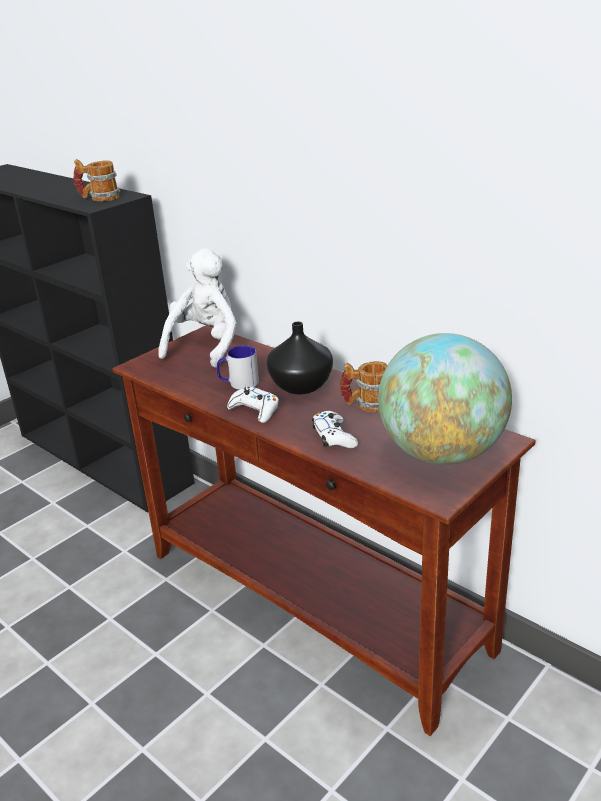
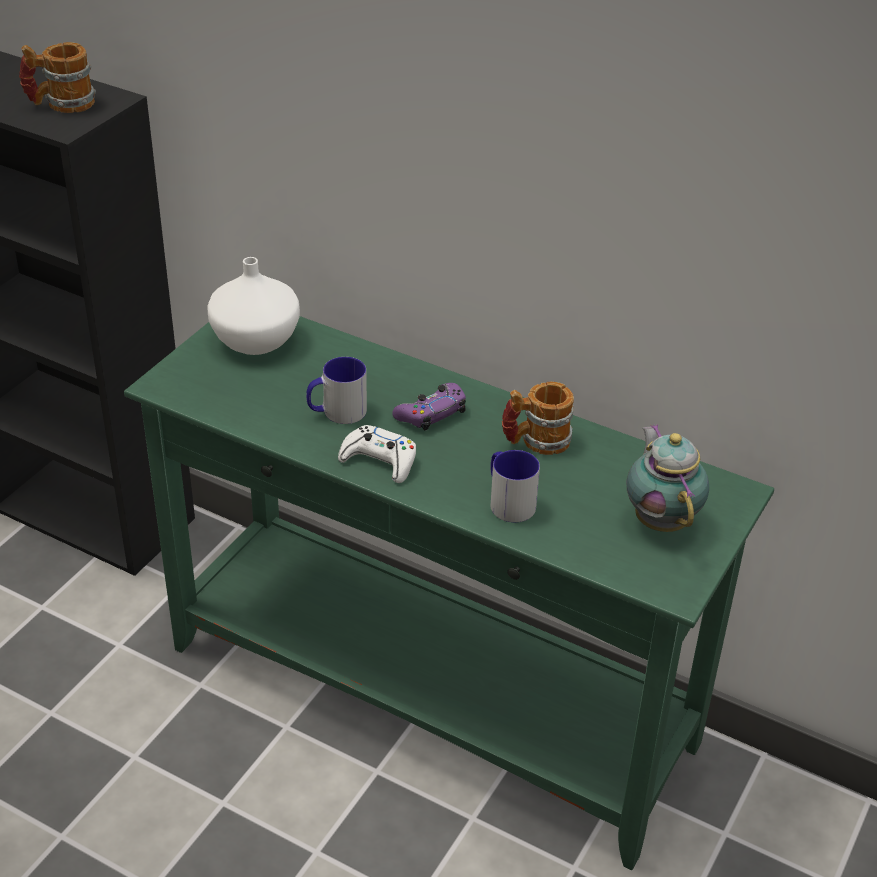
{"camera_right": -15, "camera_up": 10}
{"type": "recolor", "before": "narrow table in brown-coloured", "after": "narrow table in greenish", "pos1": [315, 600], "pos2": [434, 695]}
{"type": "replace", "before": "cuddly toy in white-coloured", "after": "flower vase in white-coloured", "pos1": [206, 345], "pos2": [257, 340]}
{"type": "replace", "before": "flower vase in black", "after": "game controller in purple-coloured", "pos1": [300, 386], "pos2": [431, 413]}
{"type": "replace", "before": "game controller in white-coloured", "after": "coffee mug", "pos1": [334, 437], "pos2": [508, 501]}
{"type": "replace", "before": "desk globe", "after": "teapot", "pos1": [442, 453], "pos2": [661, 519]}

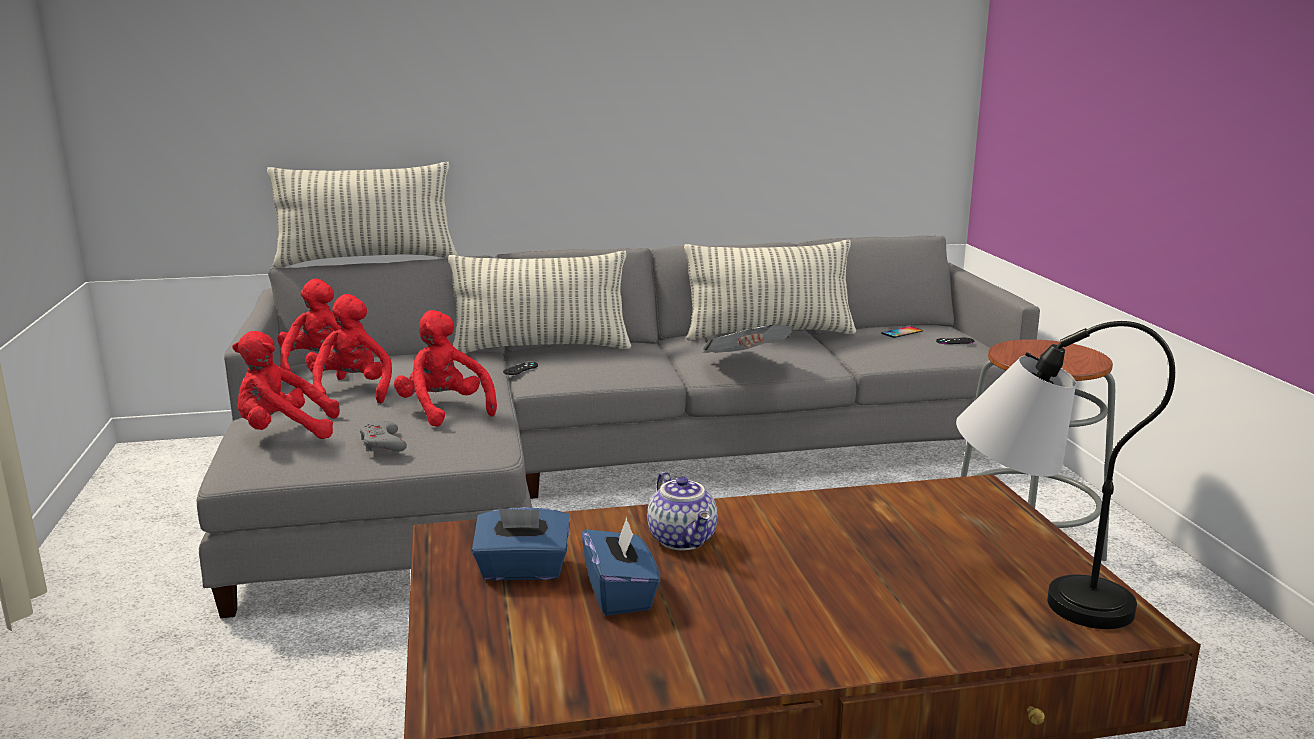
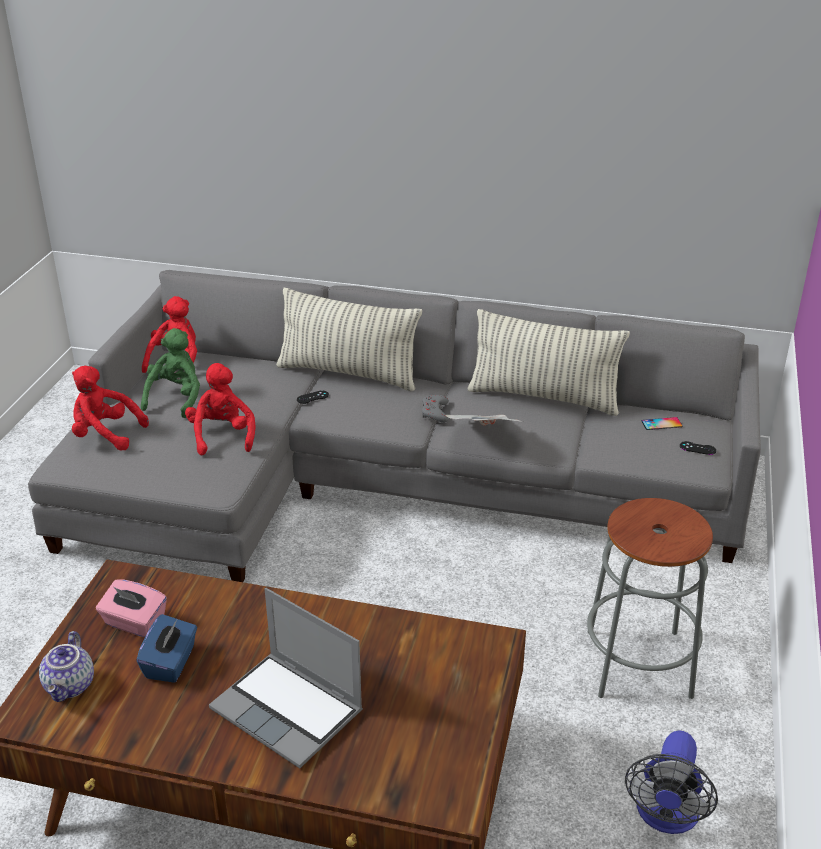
{"camera_right": 25, "camera_up": 15}
{"type": "delete", "before": "throw pillow", "pos1": [367, 260]}
{"type": "recolor", "before": "cuddly toy in red", "after": "cuddly toy in greenish", "pos1": [351, 391], "pos2": [176, 398]}
{"type": "move", "before": "game controller in grey", "pos1": [382, 443], "pos2": [435, 412]}
{"type": "recolor", "before": "tissue box in bluish", "after": "tissue box in pink-coloured", "pos1": [523, 570], "pos2": [134, 623]}
{"type": "move", "before": "teapot", "pos1": [684, 540], "pos2": [71, 686]}
{"type": "delete", "before": "lamp for a table", "pos1": [1031, 592]}
{"type": "insert", "after": "portable computer", "pos2": [289, 710]}
{"type": "insert", "after": "cooling fan", "pos2": [666, 816]}

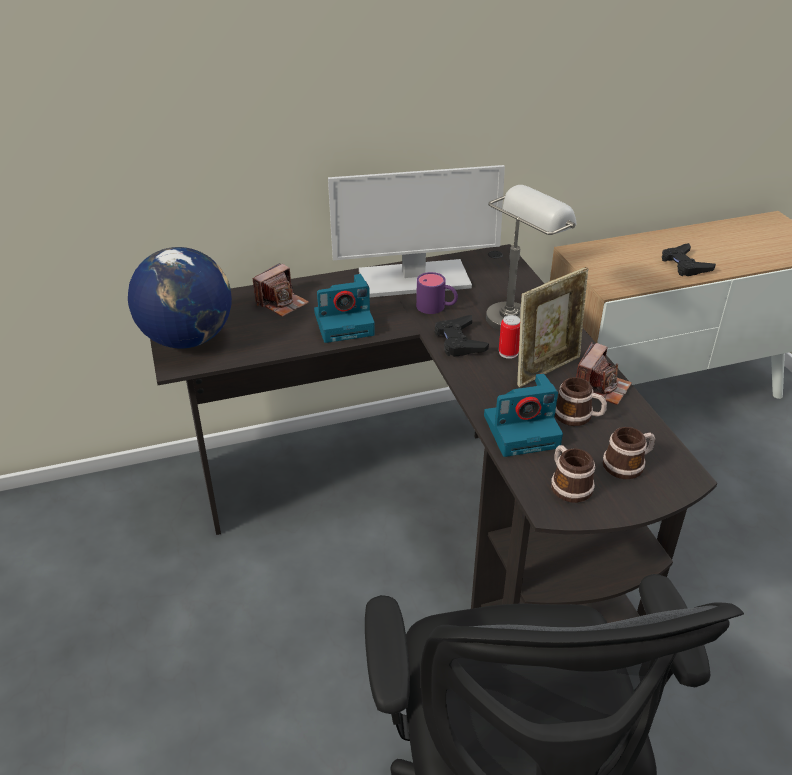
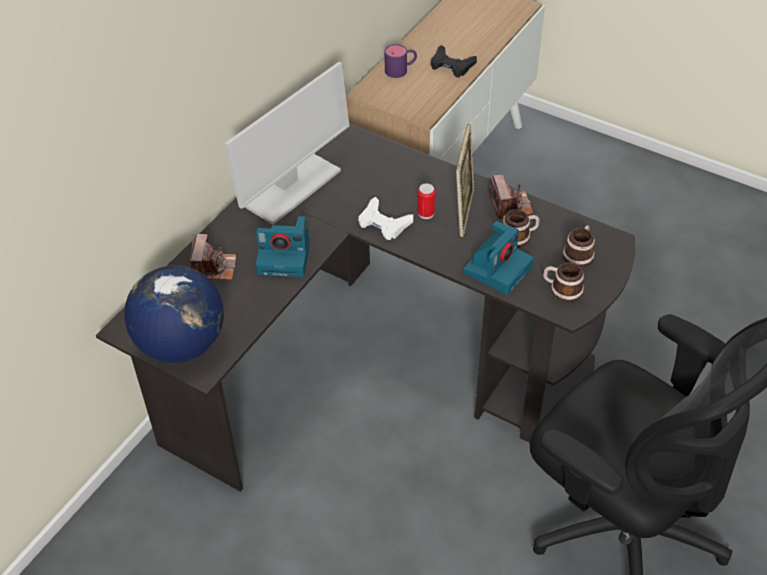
{"camera_right": -40, "camera_up": 10}
{"type": "rotate", "before": "still camera", "pos1": [345, 323], "pos2": [285, 256], "turn": 60}
{"type": "move", "before": "coffee mug in purple-coloured", "pos1": [436, 307], "pos2": [401, 69]}
{"type": "recolor", "before": "game controller in black", "after": "game controller in white-coloured", "pos1": [459, 341], "pos2": [383, 223]}
{"type": "delete", "before": "lamp for a table in grey", "pos1": [518, 313]}

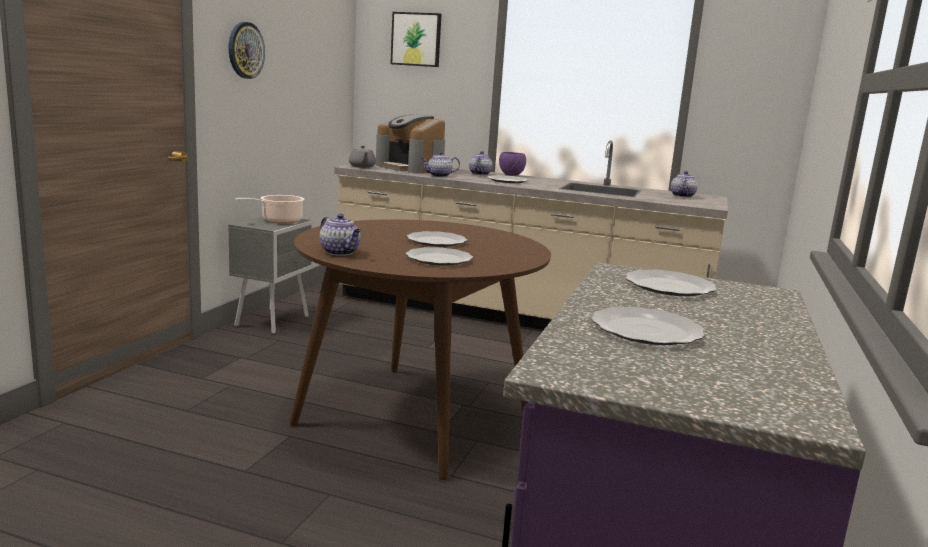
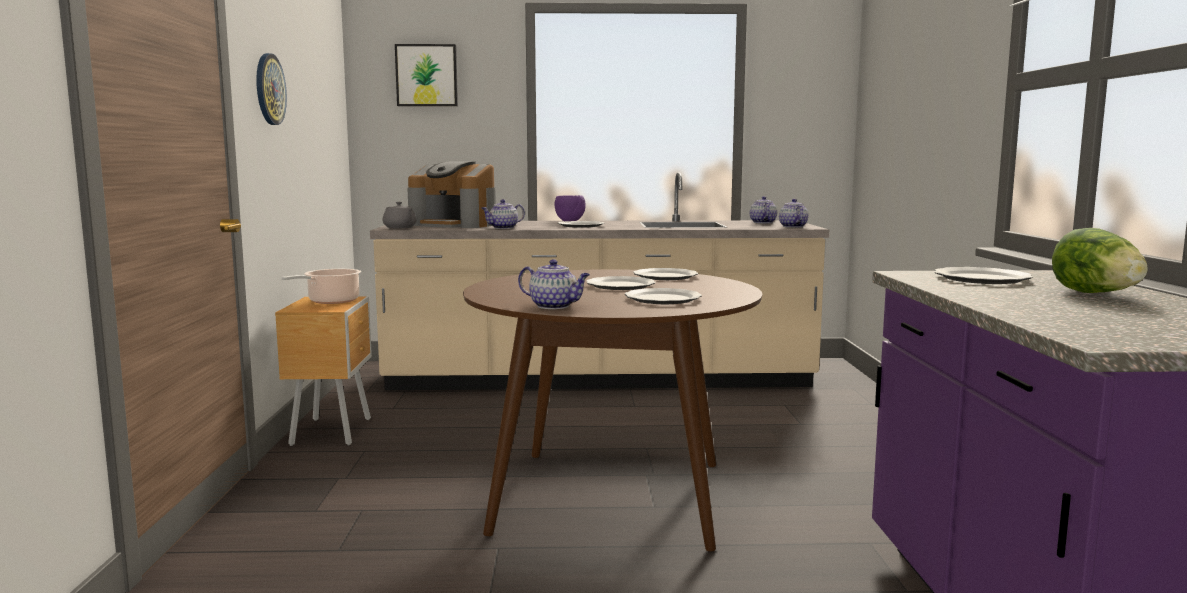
{"camera_right": -20, "camera_up": -5}
{"type": "recolor", "before": "night table in grey", "after": "night table in brown-coloured", "pos1": [274, 321], "pos2": [333, 431]}
{"type": "move", "before": "teapot", "pos1": [479, 174], "pos2": [792, 227]}
{"type": "move", "before": "plate", "pos1": [646, 331], "pos2": [665, 277]}
{"type": "insert", "after": "lettuce", "pos2": [1097, 294]}

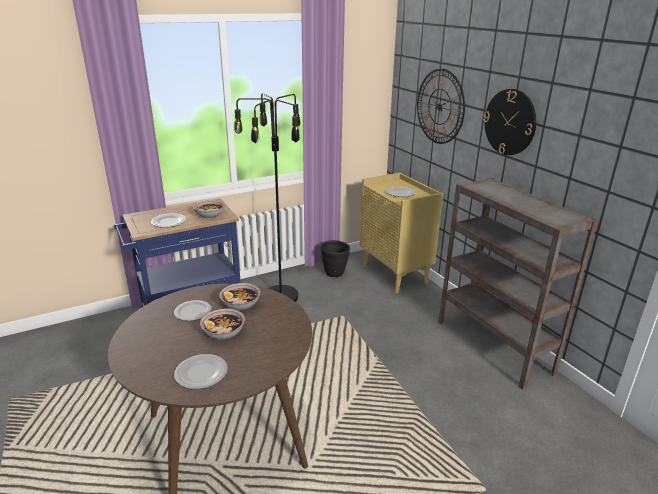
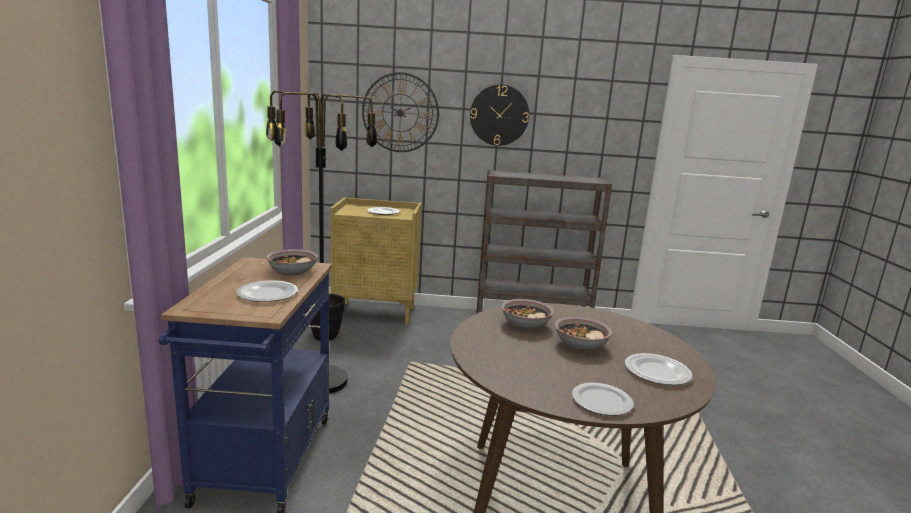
{"camera_right": -60, "camera_up": -10}
{"type": "move", "before": "plate", "pos1": [192, 312], "pos2": [602, 402]}

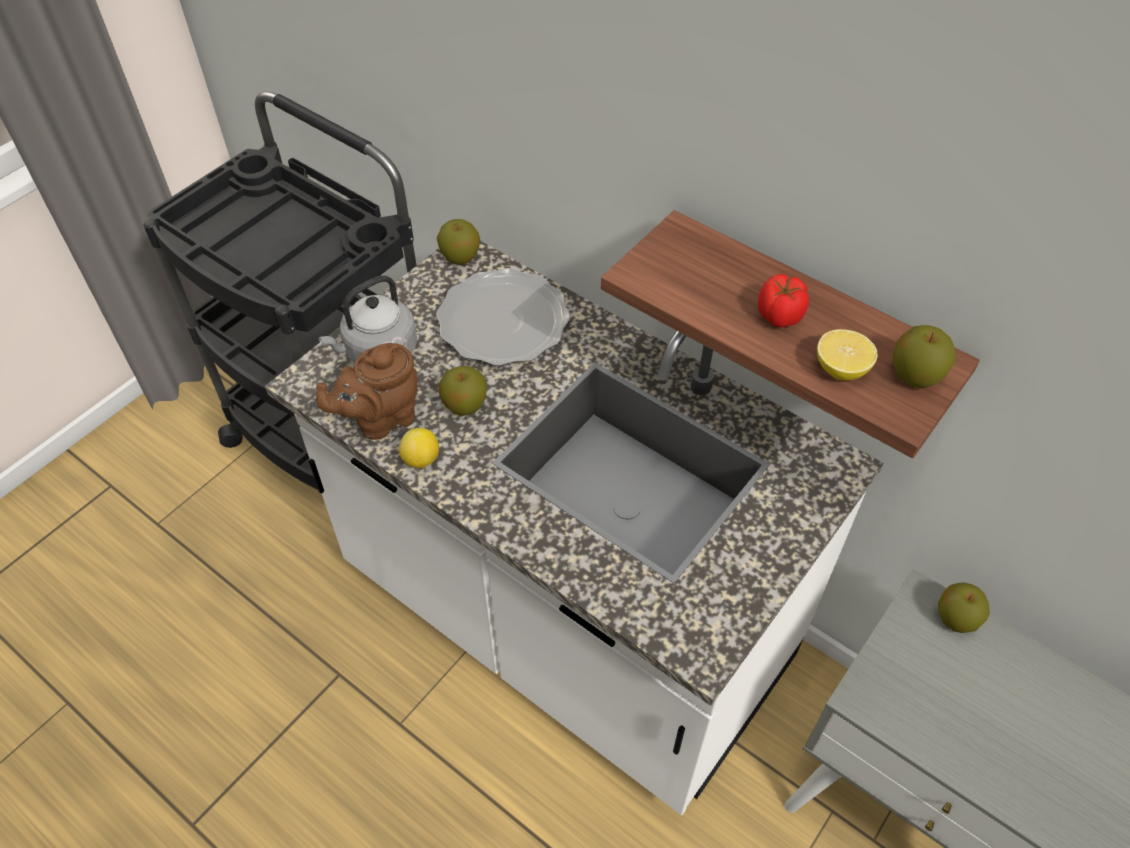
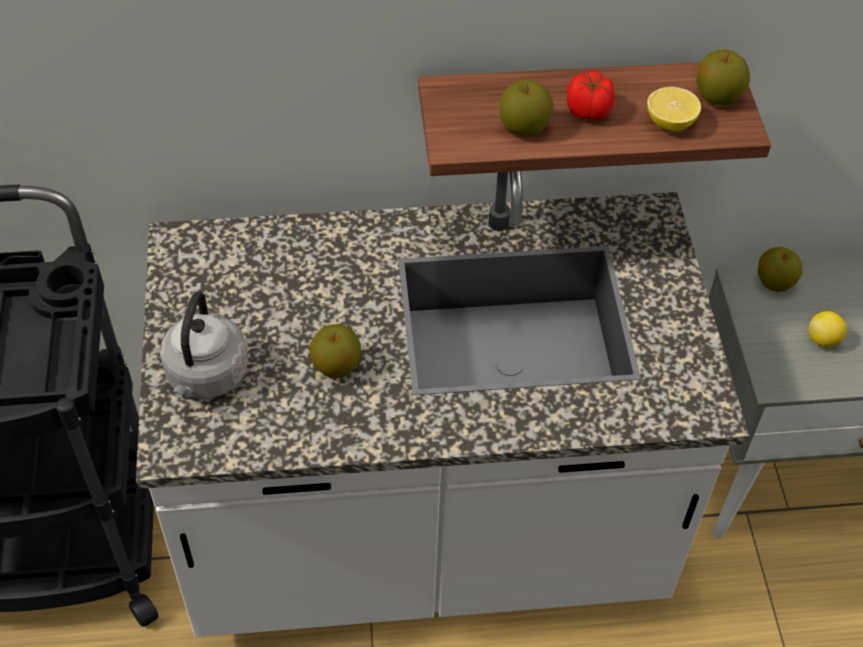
{"camera_right": -45, "camera_up": 0}
{"type": "delete", "before": "teapot in brown-coloured", "pos1": [380, 419]}
{"type": "move", "before": "lemon", "pos1": [421, 460], "pos2": [823, 340]}
{"type": "delete", "before": "plate", "pos1": [504, 322]}
{"type": "move", "before": "apple", "pos1": [460, 257], "pos2": [523, 128]}

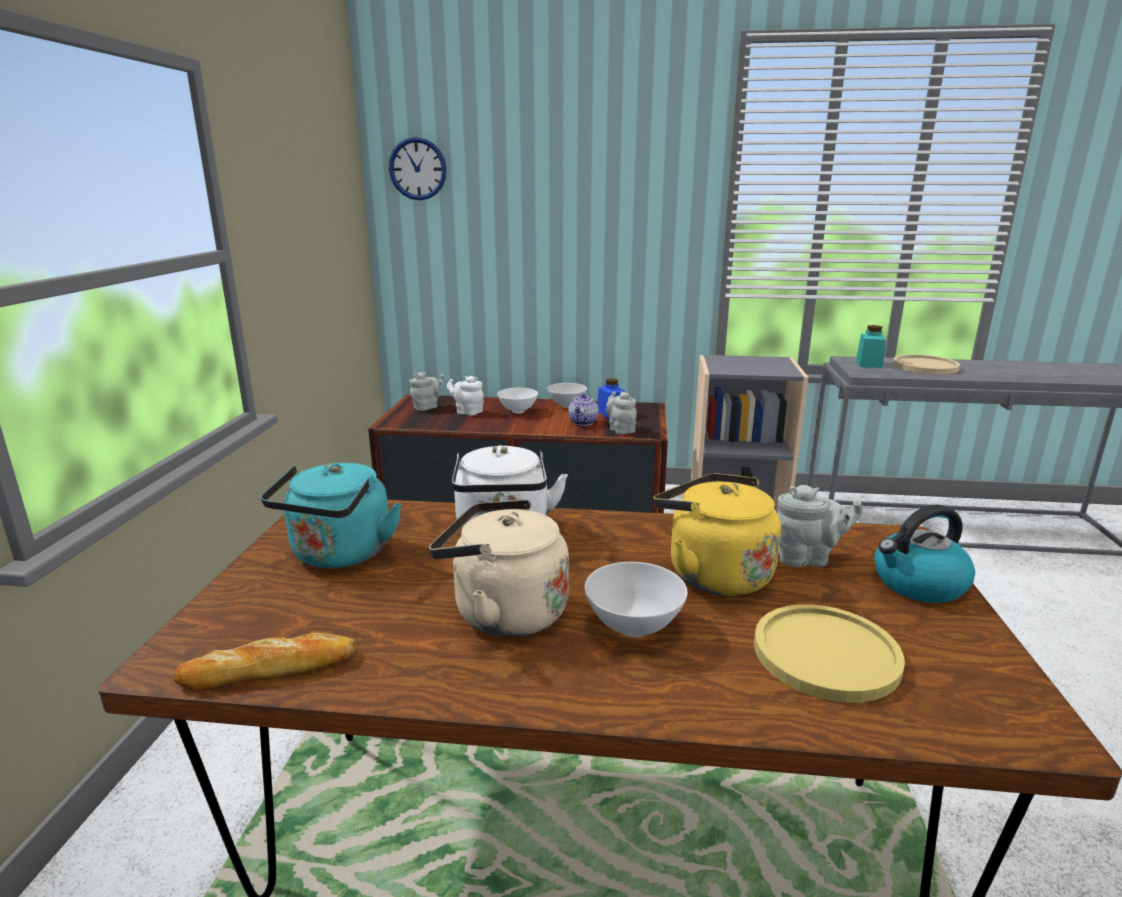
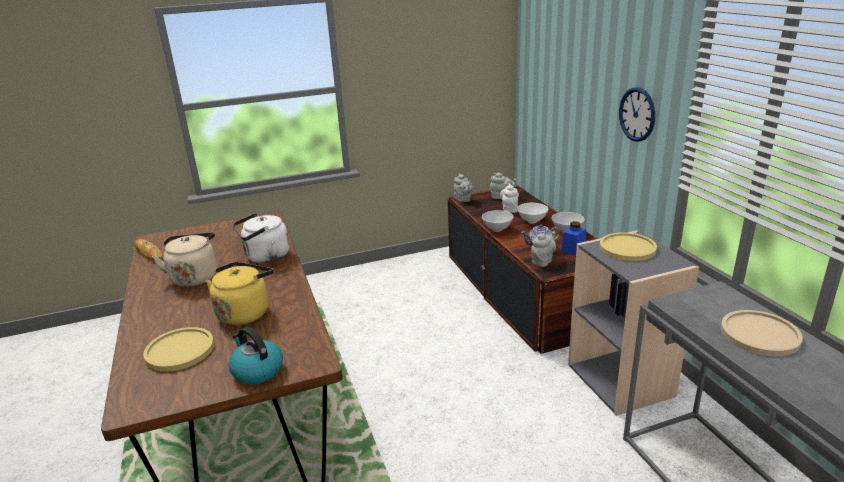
{"camera_right": 65, "camera_up": 5}
{"type": "delete", "before": "tea kettle in turquoise", "pos1": [339, 555]}
{"type": "move", "before": "clock on the wall", "pos1": [417, 169], "pos2": [637, 114]}
{"type": "move", "before": "bowl in white-coloured", "pos1": [634, 628], "pos2": [497, 229]}
{"type": "move", "before": "teapot in grey", "pos1": [807, 558], "pos2": [463, 200]}
{"type": "delete", "before": "storage jar in turquoise", "pos1": [869, 364]}
{"type": "insert", "after": "plate in yellowish", "pos2": [627, 248]}

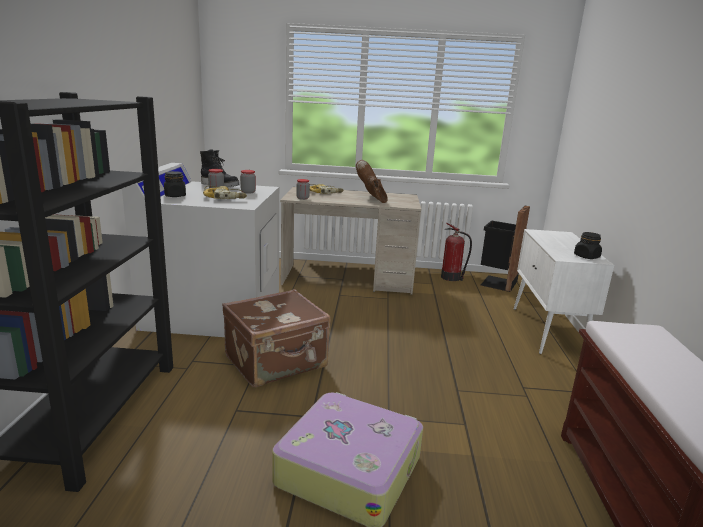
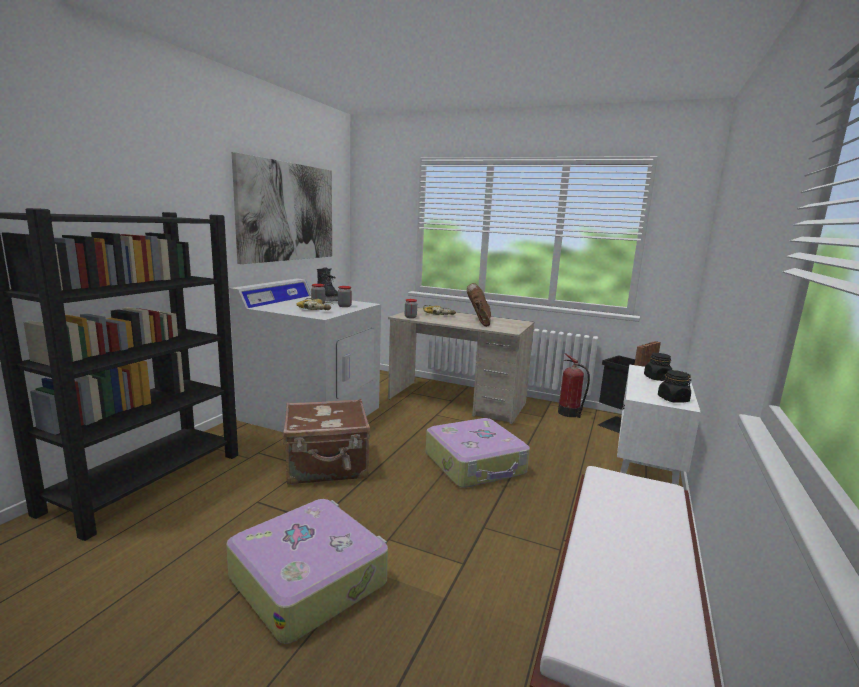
{"camera_right": 20, "camera_up": -5}
{"type": "move", "before": "storage jar in black", "pos1": [175, 196], "pos2": [657, 378]}
{"type": "insert", "after": "picture", "pos2": [287, 212]}
{"type": "insert", "after": "piece of luggage", "pos2": [476, 464]}

